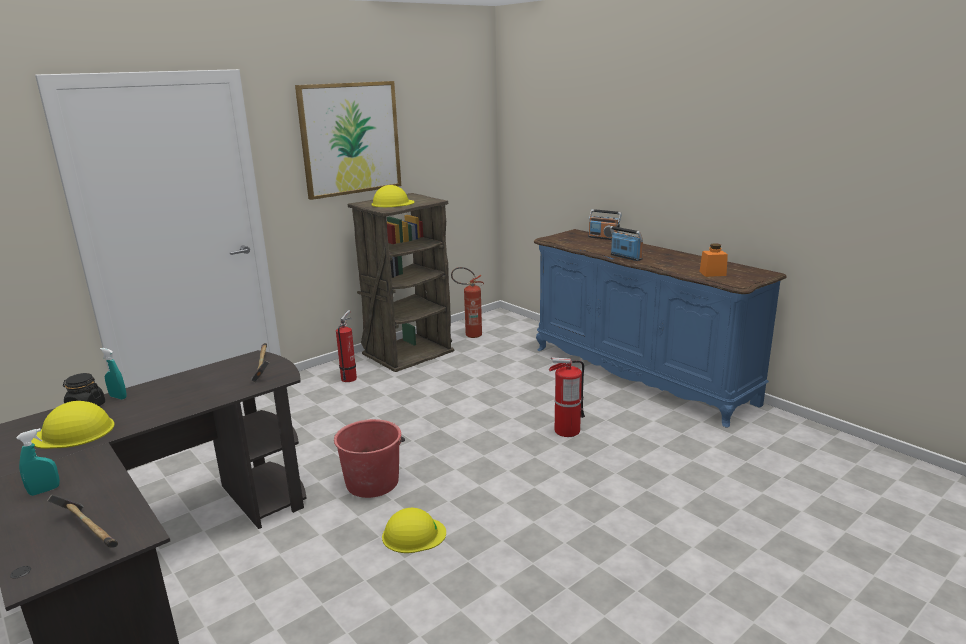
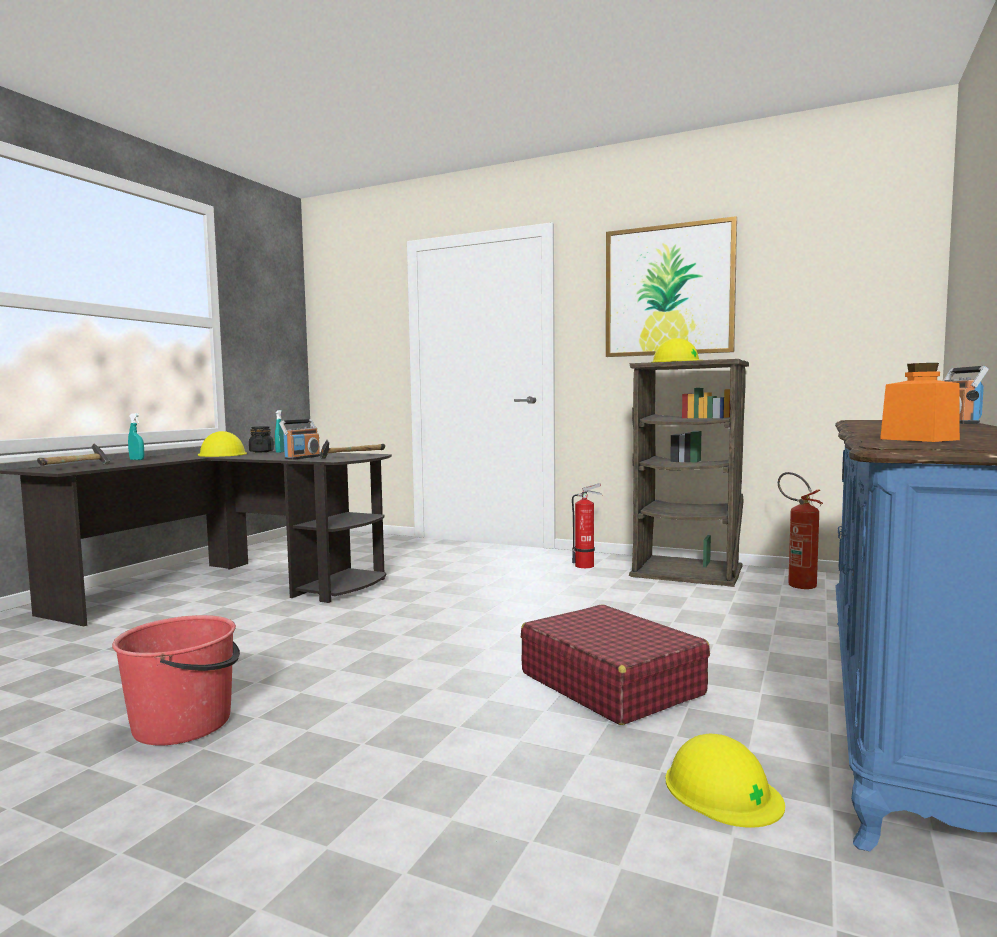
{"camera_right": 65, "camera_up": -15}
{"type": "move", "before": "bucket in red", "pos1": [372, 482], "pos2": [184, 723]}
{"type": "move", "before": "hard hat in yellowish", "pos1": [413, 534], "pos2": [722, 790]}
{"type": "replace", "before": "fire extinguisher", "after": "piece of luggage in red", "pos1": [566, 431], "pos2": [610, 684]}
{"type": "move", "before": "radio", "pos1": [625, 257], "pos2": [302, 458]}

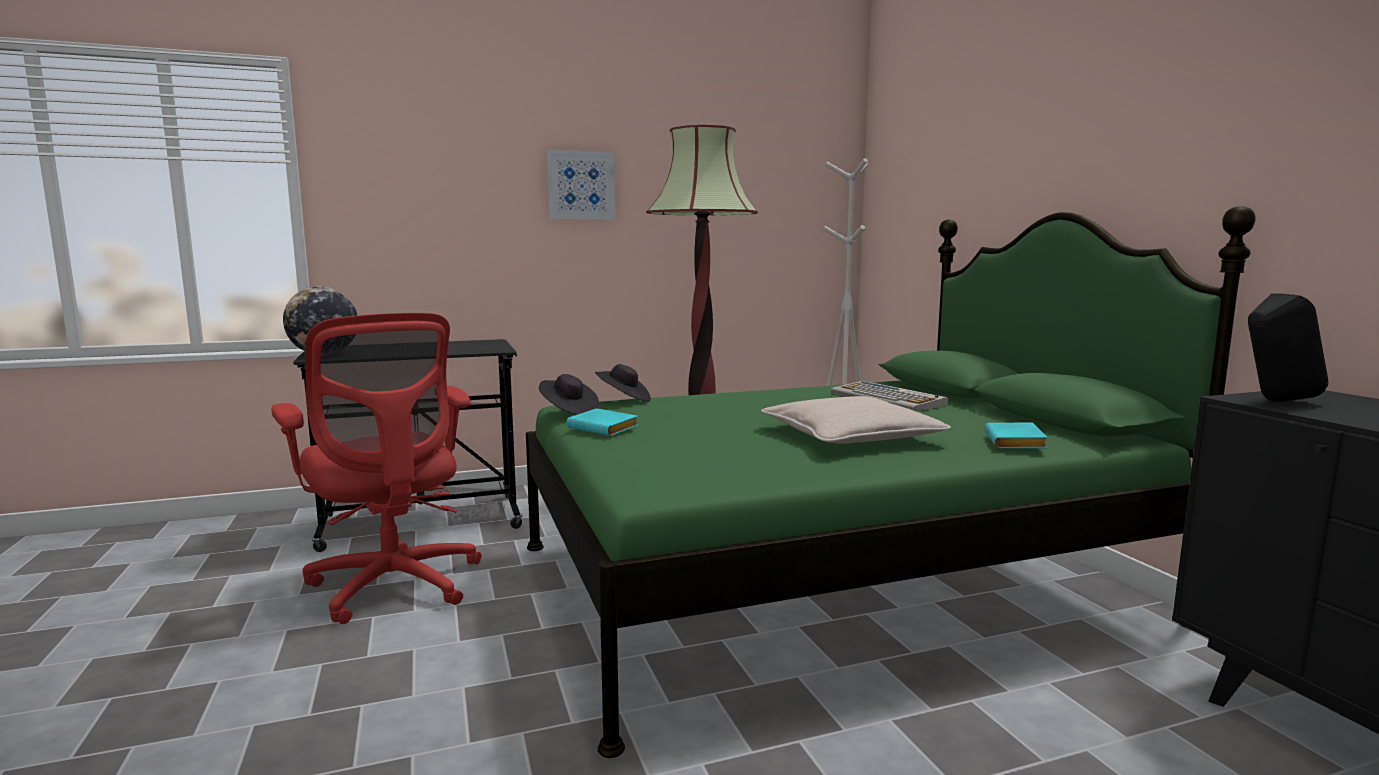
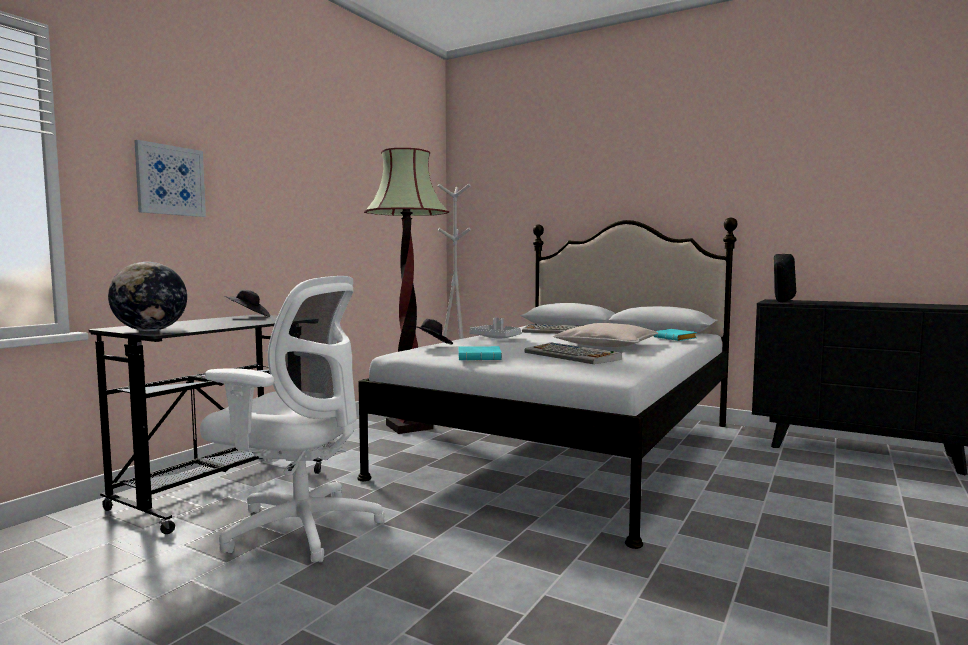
{"camera_right": -40, "camera_up": -5}
{"type": "recolor", "before": "desk chair in red", "after": "desk chair in white-coloured", "pos1": [389, 581], "pos2": [292, 529]}
{"type": "recolor", "before": "sleeping bed in greenish", "after": "sleeping bed in white-coloured", "pos1": [827, 583], "pos2": [569, 449]}
{"type": "move", "before": "wearable hat in black", "pos1": [568, 411], "pos2": [248, 316]}
{"type": "move", "before": "picture", "pos1": [581, 185], "pos2": [170, 180]}
{"type": "insert", "after": "tray in grey", "pos2": [496, 338]}
{"type": "insert", "after": "PC keyboard", "pos2": [572, 356]}

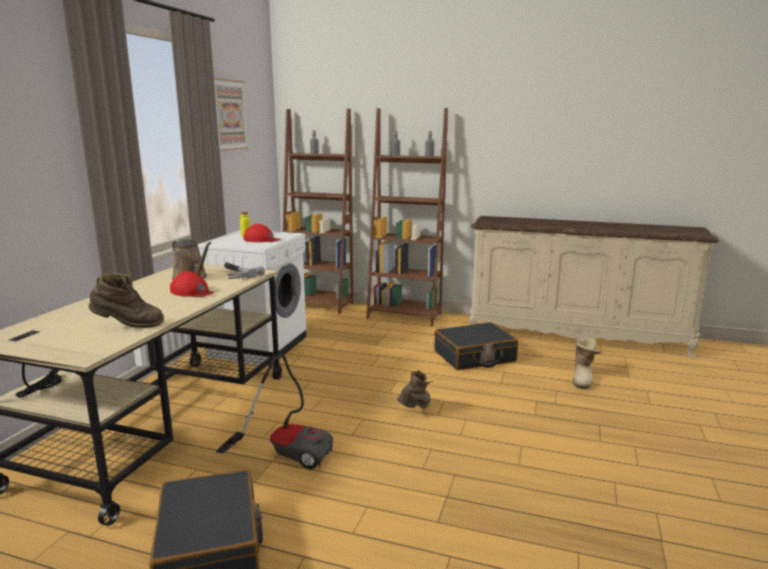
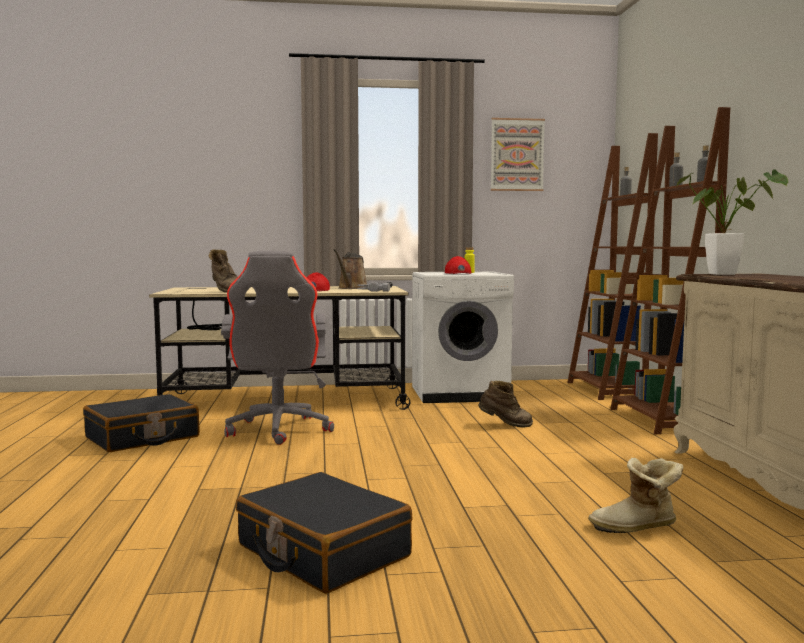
{"camera_right": 65, "camera_up": -10}
{"type": "replace", "before": "vacuum", "after": "desk chair in grey", "pos1": [287, 451], "pos2": [277, 432]}
{"type": "move", "before": "high-top boot in brown-coloured", "pos1": [415, 410], "pos2": [505, 425]}
{"type": "move", "before": "piece of luggage in black", "pos1": [474, 357], "pos2": [322, 551]}
{"type": "insert", "after": "plant in a pot", "pos2": [729, 274]}

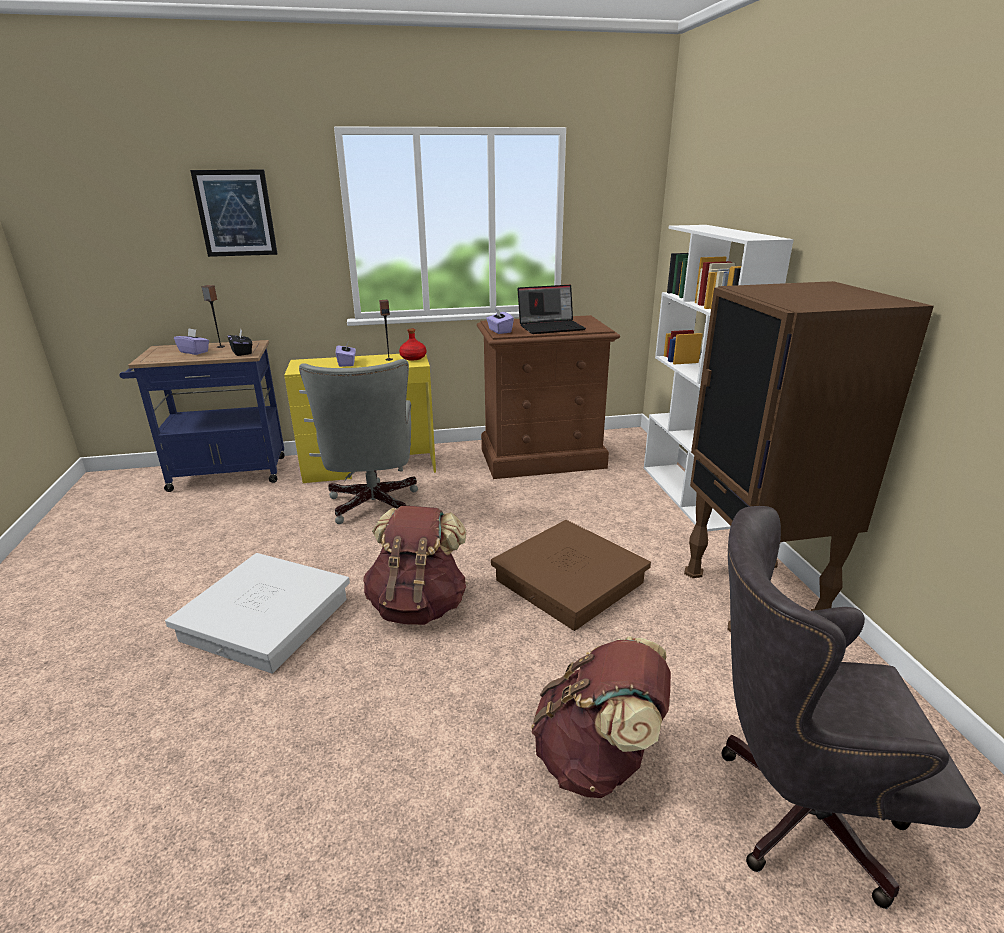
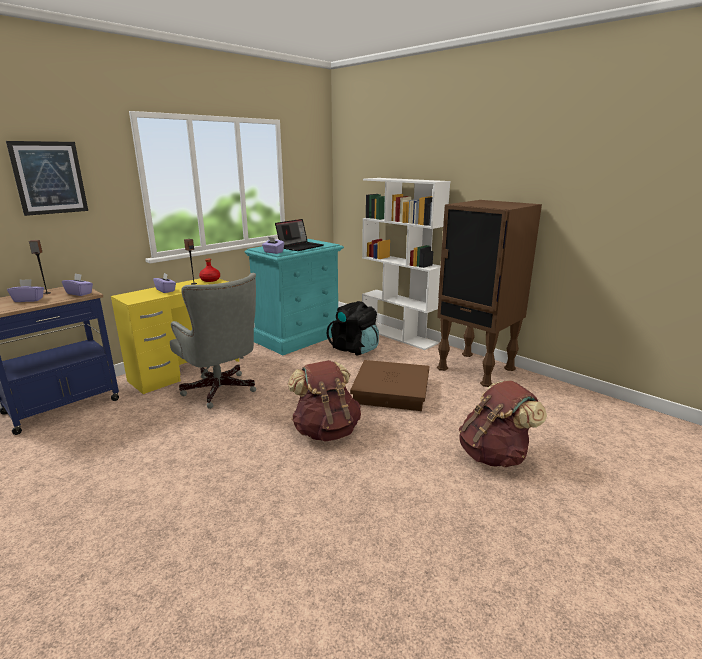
{"camera_right": -35, "camera_up": -5}
{"type": "delete", "before": "storage box in white-coloured", "pos1": [266, 619]}
{"type": "recolor", "before": "tissue box in black", "after": "tissue box in purple-coloured", "pos1": [242, 352], "pos2": [79, 293]}
{"type": "recolor", "before": "drawer chest in brown-coloured", "after": "drawer chest in turquoise", "pos1": [542, 458], "pos2": [299, 337]}
{"type": "delete", "before": "desk chair in grey", "pos1": [794, 813]}
{"type": "insert", "after": "backpack in black", "pos2": [355, 349]}

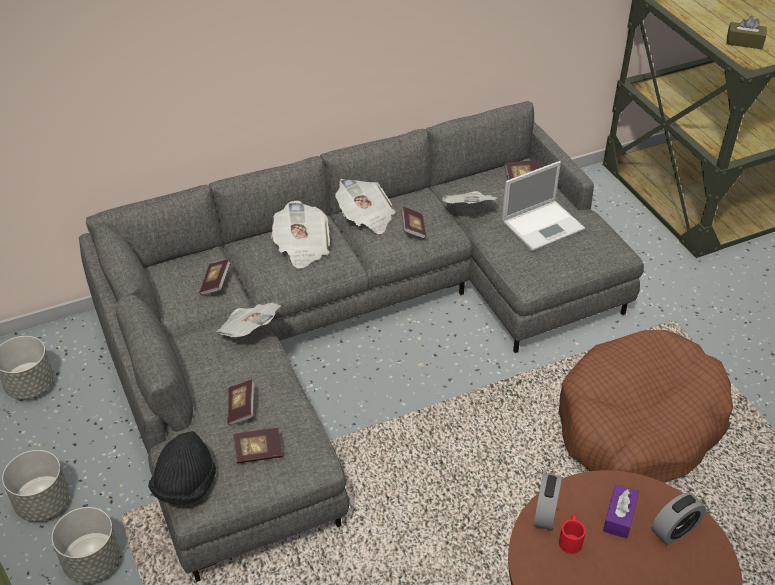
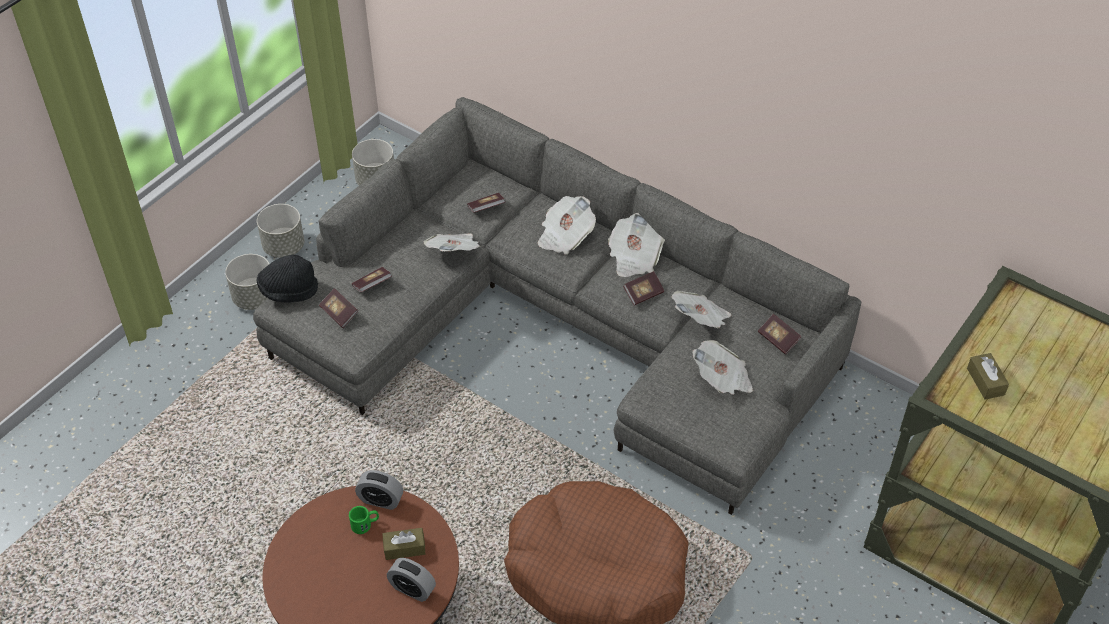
{"camera_right": 60, "camera_up": 5}
{"type": "replace", "before": "portable computer", "after": "daily paper", "pos1": [544, 225], "pos2": [722, 380]}
{"type": "rotate", "before": "bedside clock", "pos1": [545, 513], "pos2": [381, 500], "turn": -150}
{"type": "recolor", "before": "coffee mug in red", "after": "coffee mug in greenish", "pos1": [570, 538], "pos2": [365, 524]}
{"type": "recolor", "before": "tissue box in purple-coloured", "after": "tissue box in brown-coloured", "pos1": [619, 517], "pos2": [404, 548]}

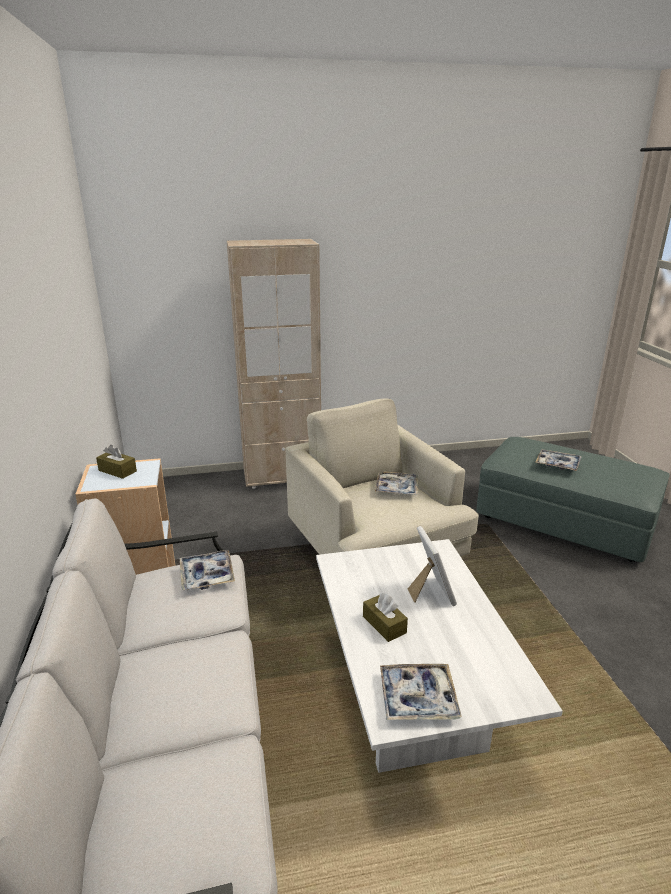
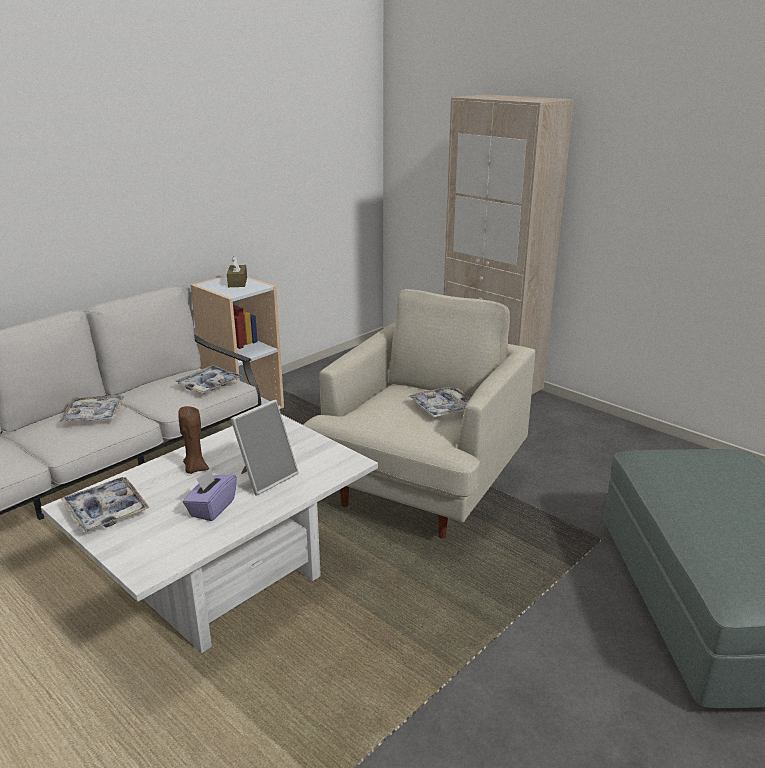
{"camera_right": 55, "camera_up": 0}
{"type": "replace", "before": "tissue box in brown-coloured", "after": "wax candle in brown-coloured", "pos1": [384, 624], "pos2": [195, 469]}
{"type": "move", "before": "tray", "pos1": [557, 464], "pos2": [94, 415]}
{"type": "insert", "after": "tissue box in purple-coloured", "pos2": [212, 508]}

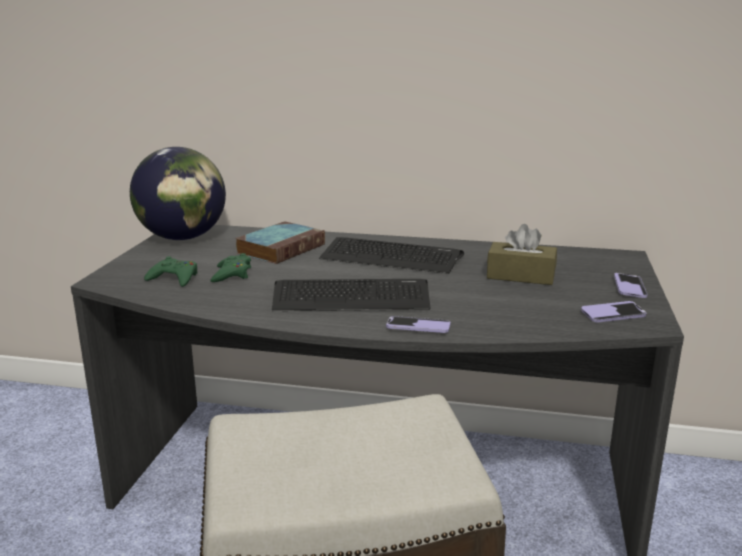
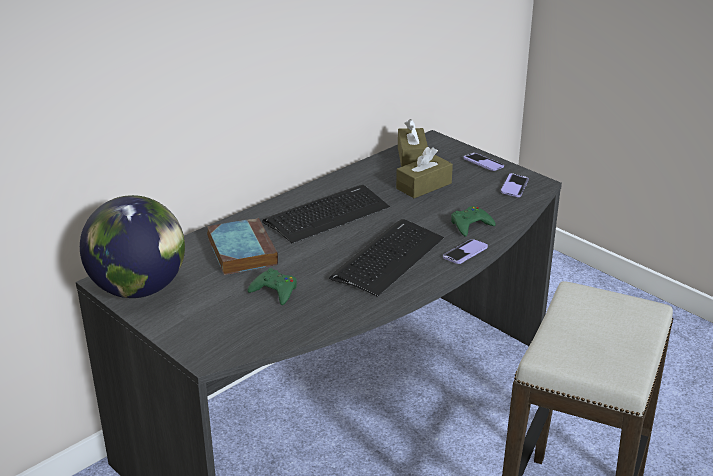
{"camera_right": -55, "camera_up": 10}
{"type": "move", "before": "game controller in greenish", "pos1": [174, 278], "pos2": [470, 225]}
{"type": "insert", "after": "tissue box in brown-coloured", "pos2": [412, 157]}

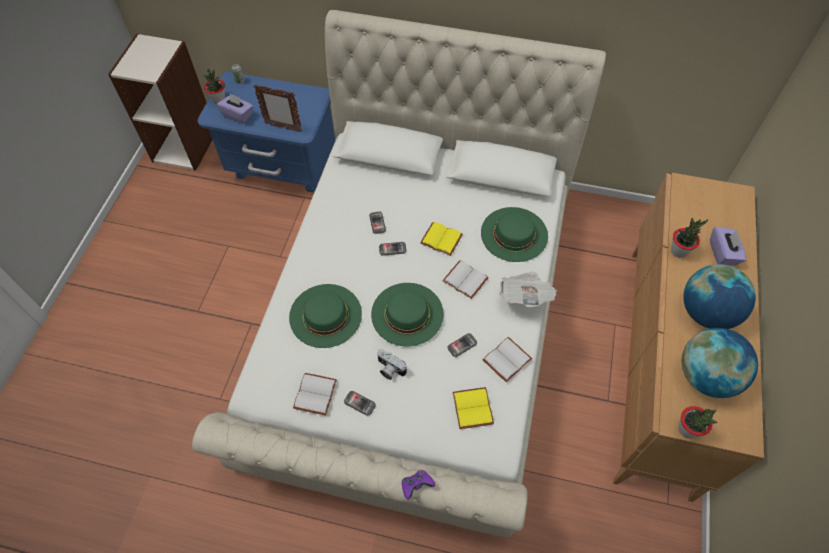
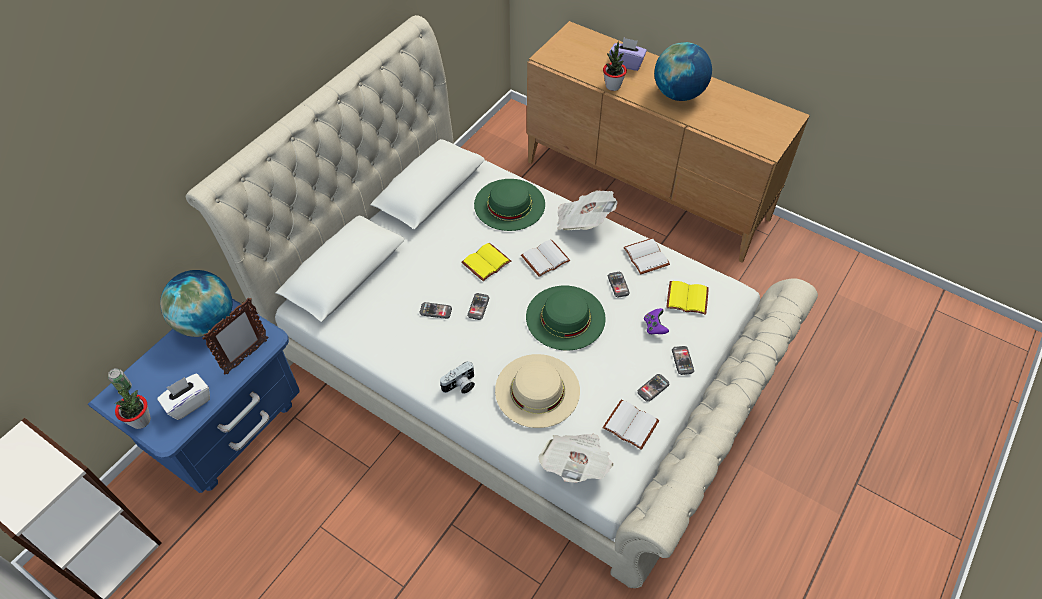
{"camera_right": -70, "camera_up": -5}
{"type": "recolor", "before": "tissue box in purple-coloured", "after": "tissue box in white-coloured", "pos1": [238, 115], "pos2": [189, 403]}
{"type": "recolor", "before": "wearable hat in greenish", "after": "wearable hat in beige-coloured", "pos1": [325, 315], "pos2": [537, 390]}
{"type": "move", "before": "still camera", "pos1": [389, 369], "pos2": [460, 385]}
{"type": "move", "before": "game controller in purple-coloured", "pos1": [416, 485], "pos2": [654, 327]}
{"type": "delete", "before": "plant in a pot", "pos1": [687, 429]}
{"type": "move", "before": "desk globe", "pos1": [706, 376], "pos2": [207, 322]}
{"type": "insert", "after": "daily paper", "pos2": [576, 464]}
{"type": "insert", "after": "telephone", "pos2": [682, 361]}

